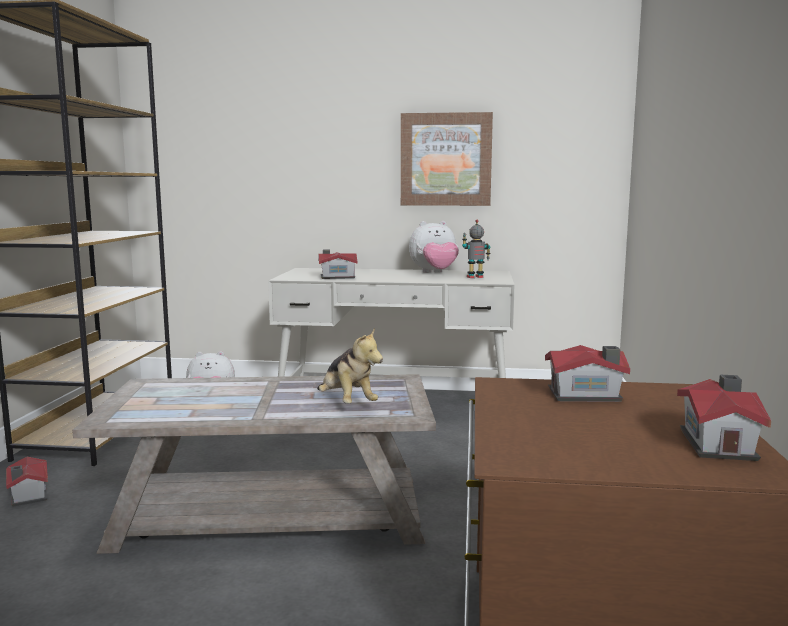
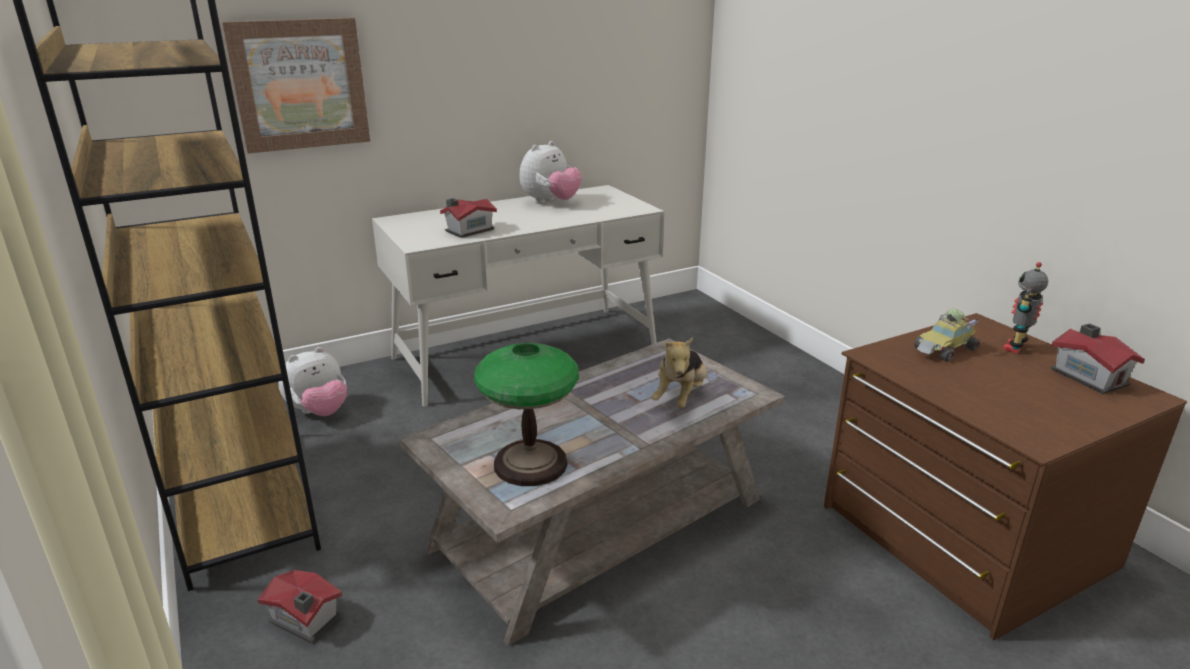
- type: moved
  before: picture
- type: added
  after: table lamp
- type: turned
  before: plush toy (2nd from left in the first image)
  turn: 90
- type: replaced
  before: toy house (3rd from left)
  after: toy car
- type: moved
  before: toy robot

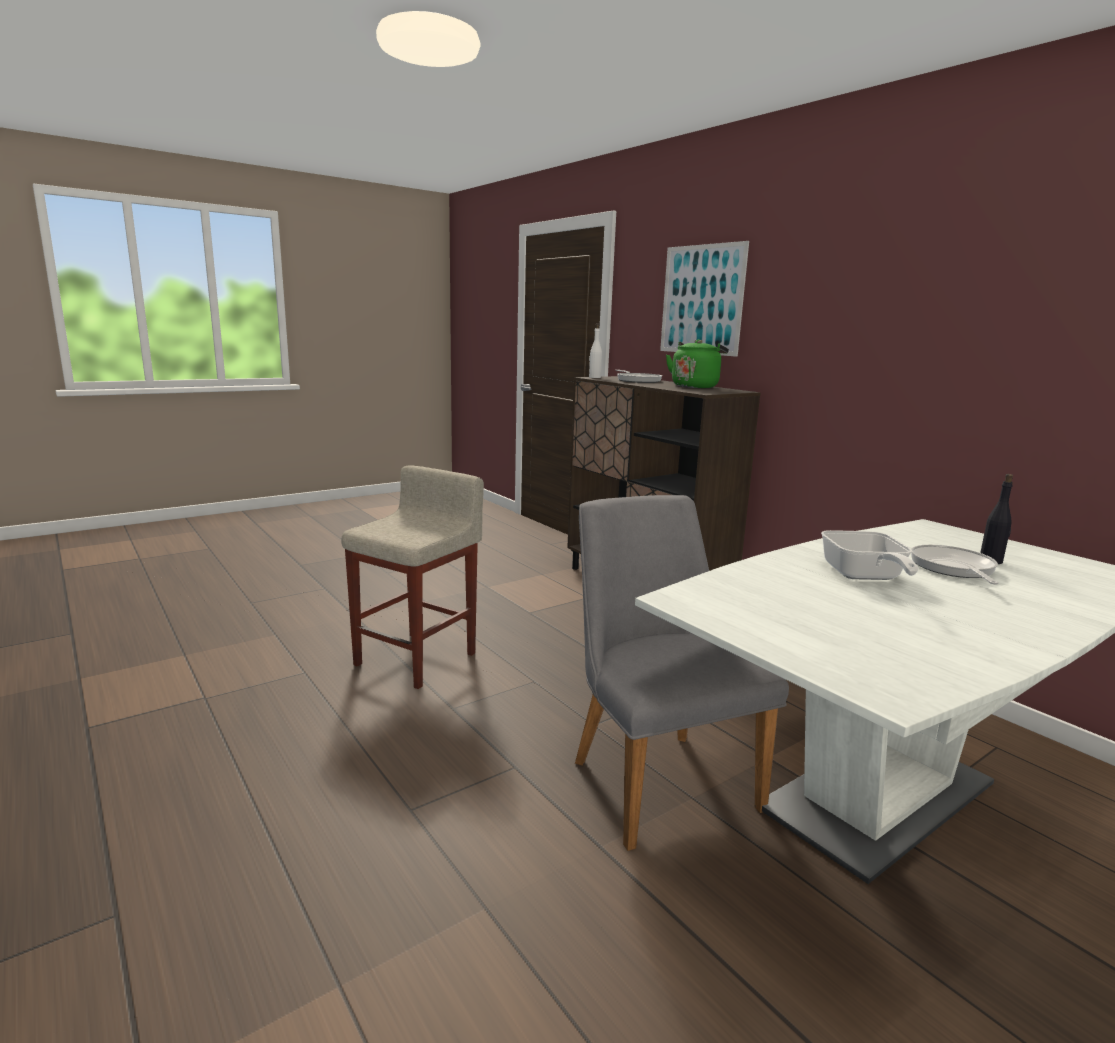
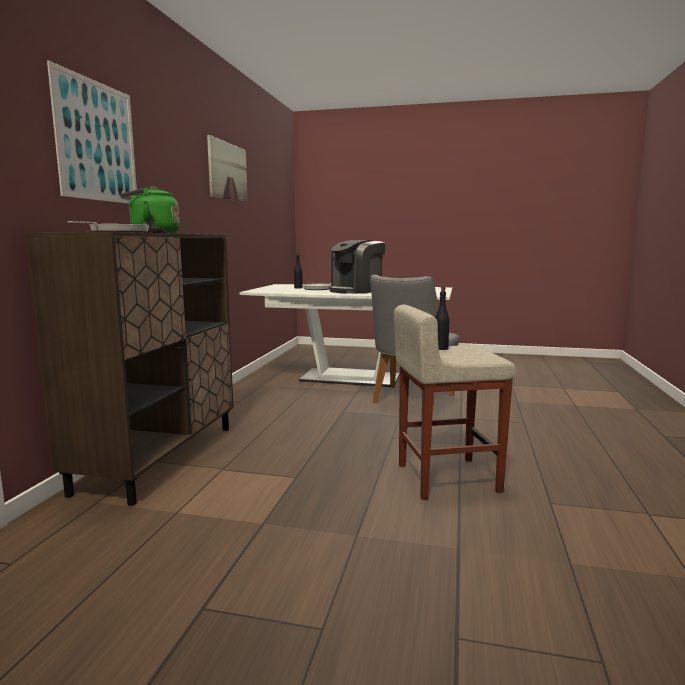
- type: added
  after: picture (2nd from left)
- type: replaced
  before: frying pan (2nd from left)
  after: coffee machine
- type: added
  after: black bottle (2nd from left)
- type: removed
  before: white bottle

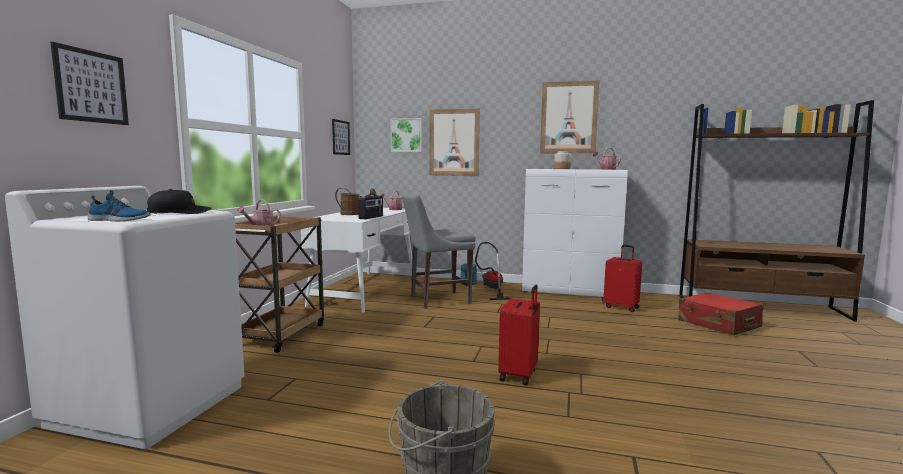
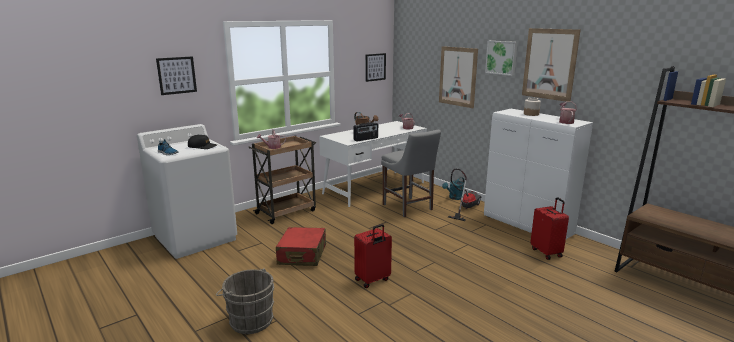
- type: moved
  before: red suitcase (3rd from left in the first image)
  after: red suitcase (1st from left)
- type: turned
  before: grey chair
  turn: -135
- type: moved
  before: picture (3rd from left in the first image)
  after: picture (4th from left)

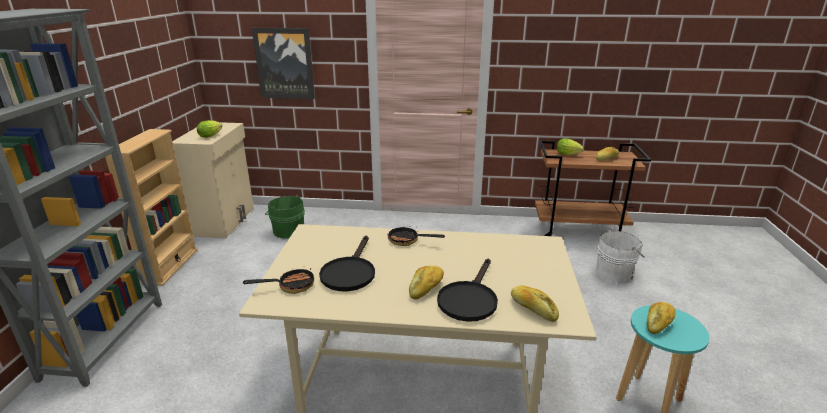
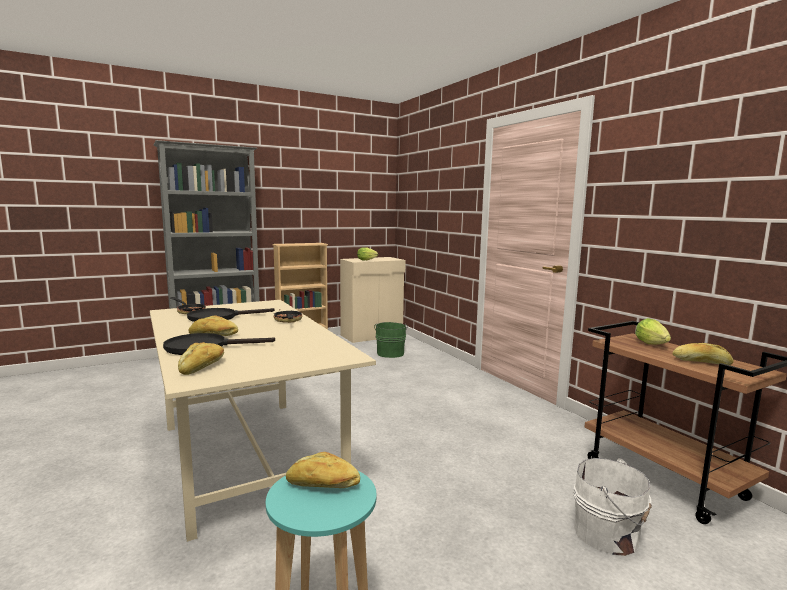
- type: removed
  before: picture

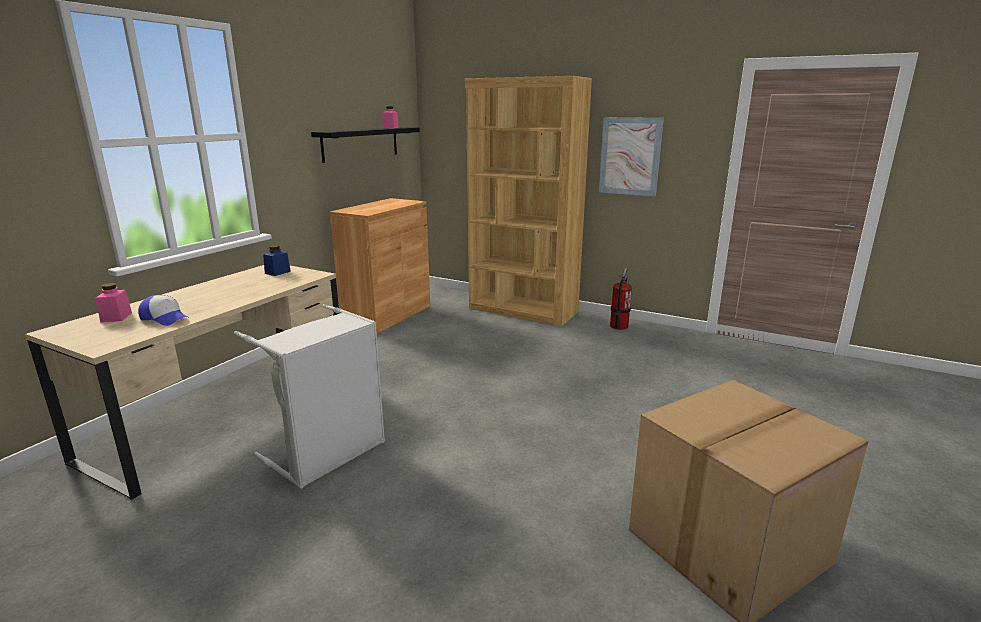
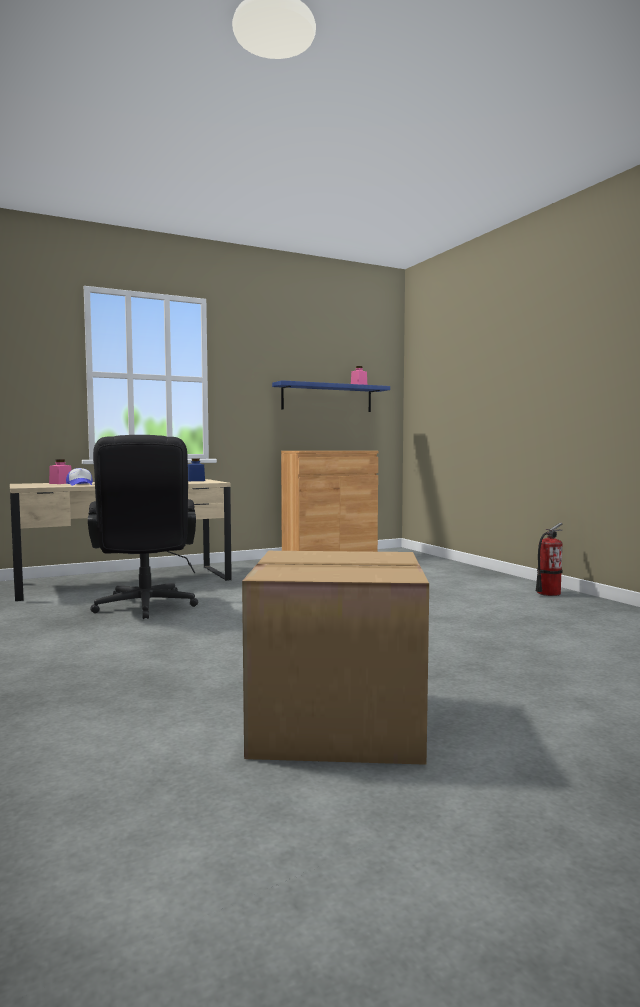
- type: replaced
  before: grey laundry basket
  after: black office chair
- type: recoloured
  before: black shelf
  after: blue shelf
- type: removed
  before: brown bookcase
- type: removed
  before: picture

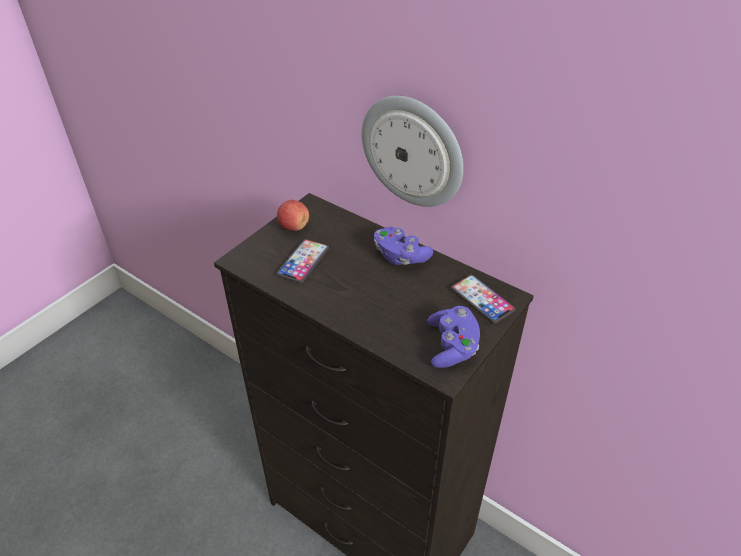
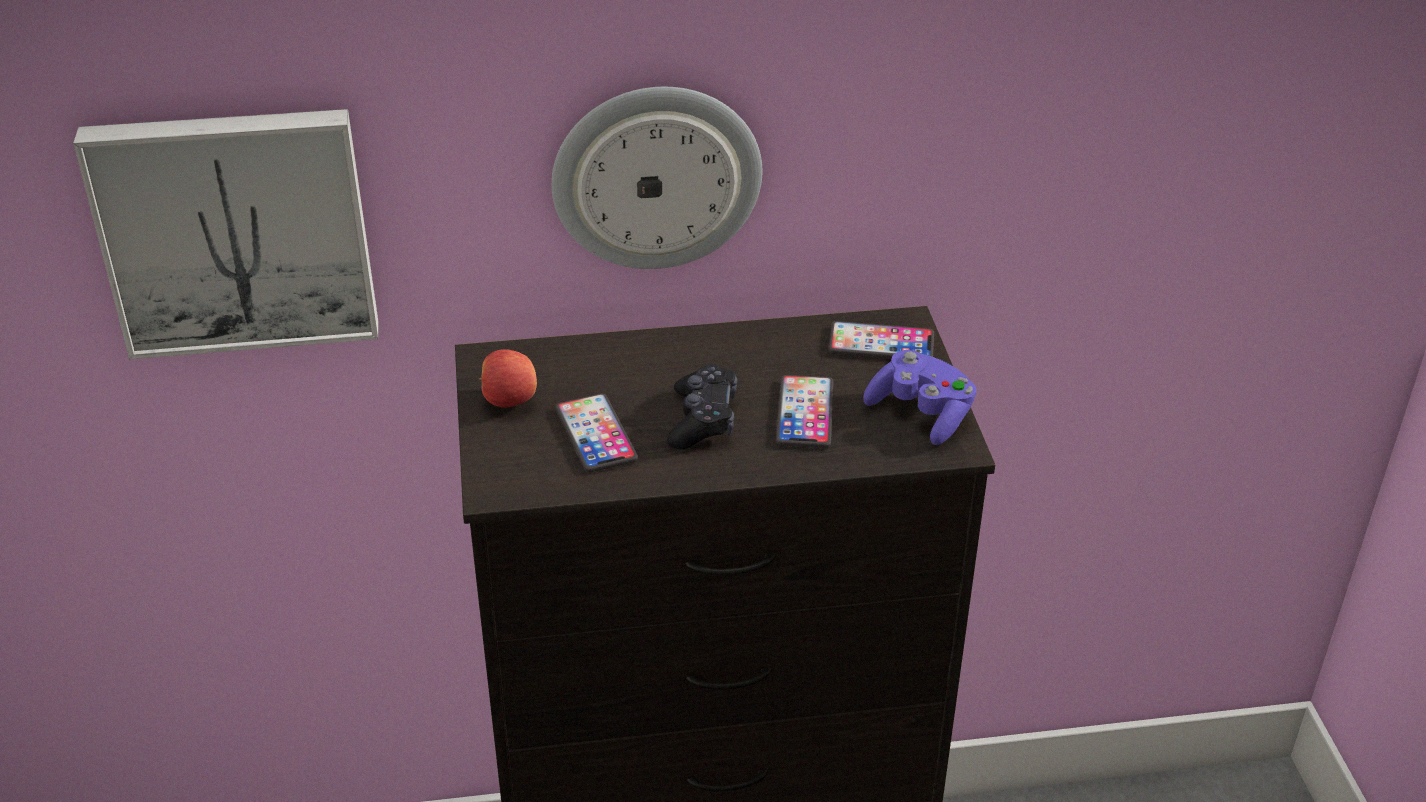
- type: added
  after: picture
- type: added
  after: black game controller
- type: added
  after: phone (2nd from left)
- type: removed
  before: purple game controller (1st from left)

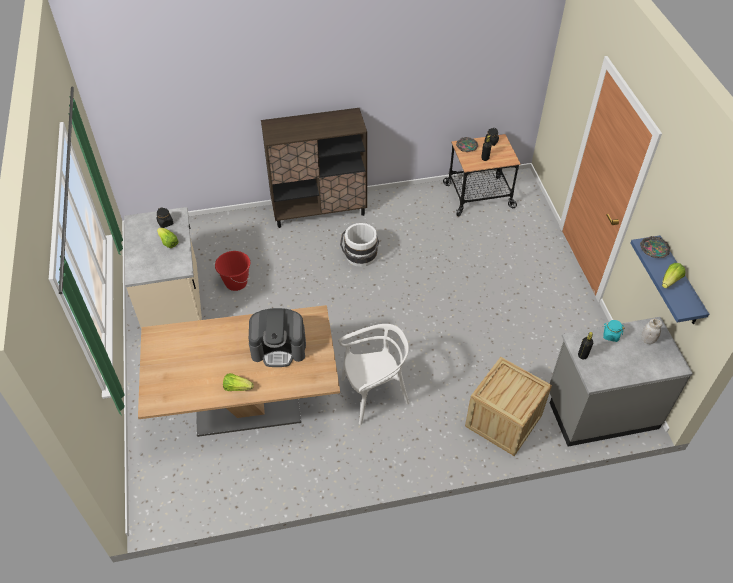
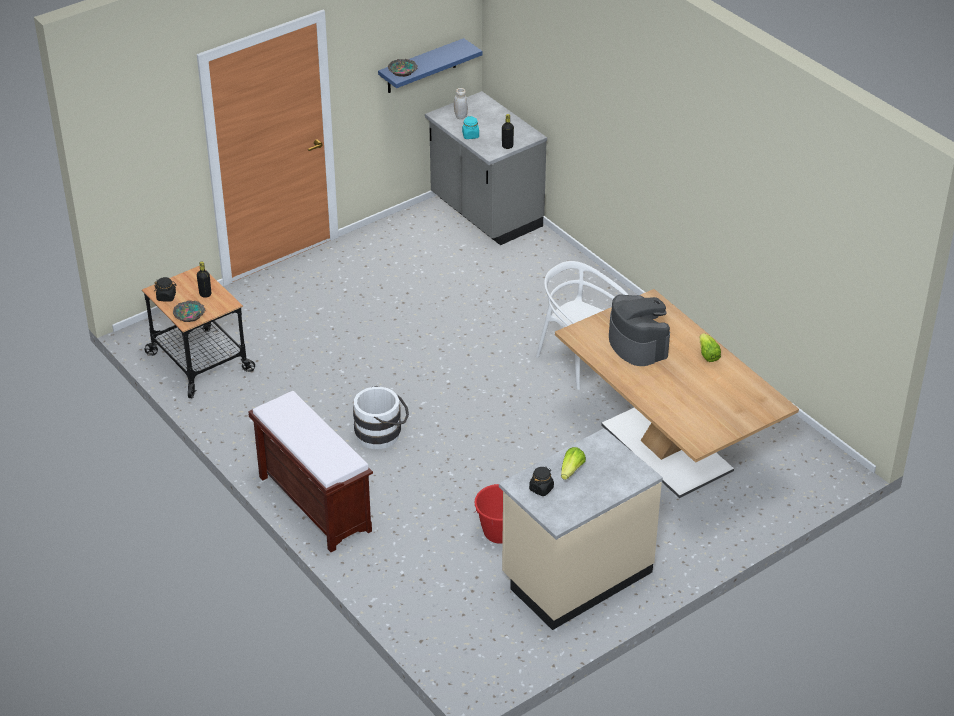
- type: replaced
  before: brown cabinet
  after: brown bench
- type: removed
  before: crate
- type: removed
  before: lettuce (3rd from left)

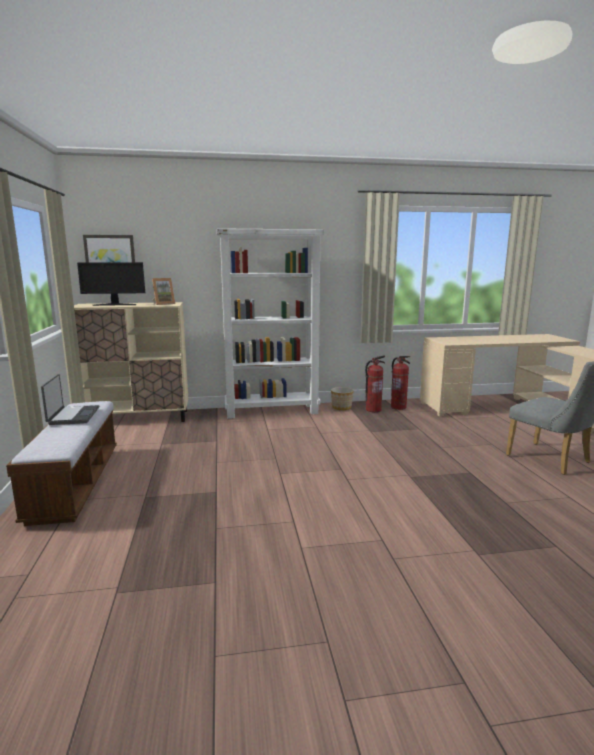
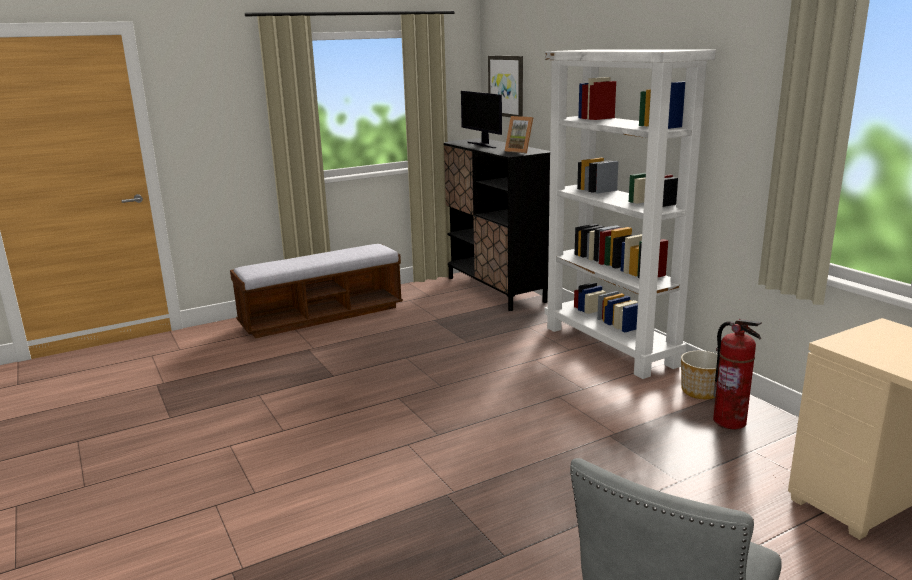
- type: recoloured
  before: beige cabinet
  after: black cabinet
- type: removed
  before: laptop
- type: removed
  before: fire extinguisher (2nd from left)

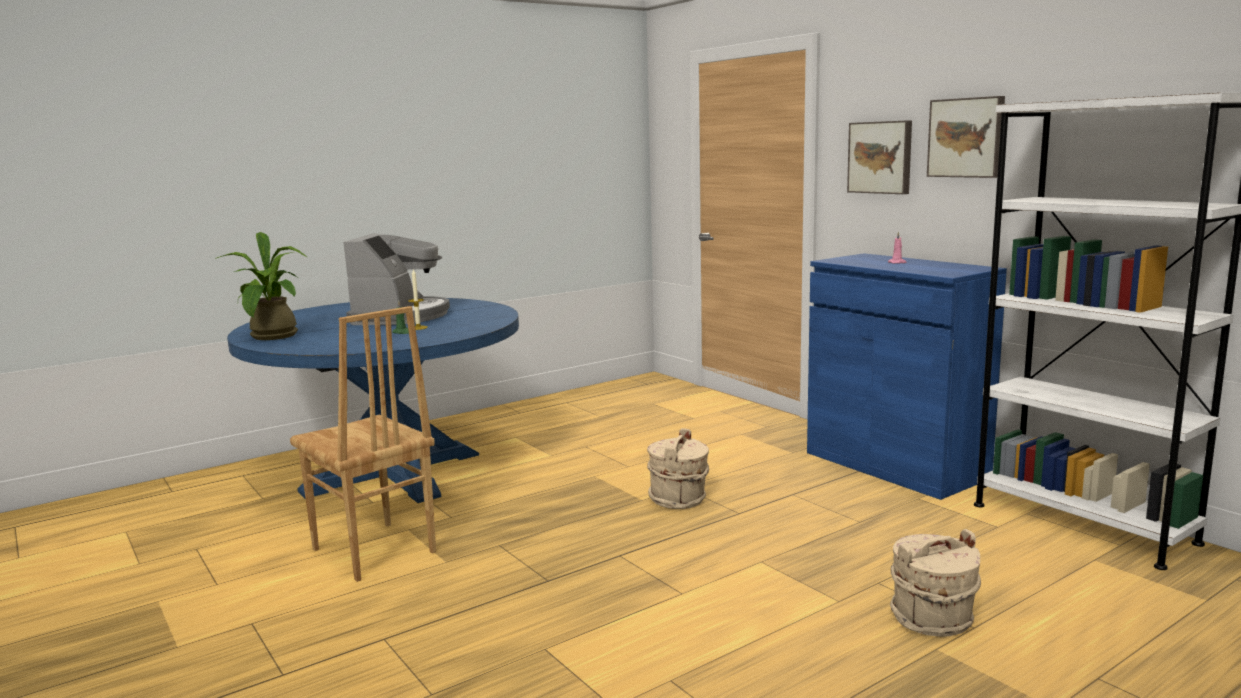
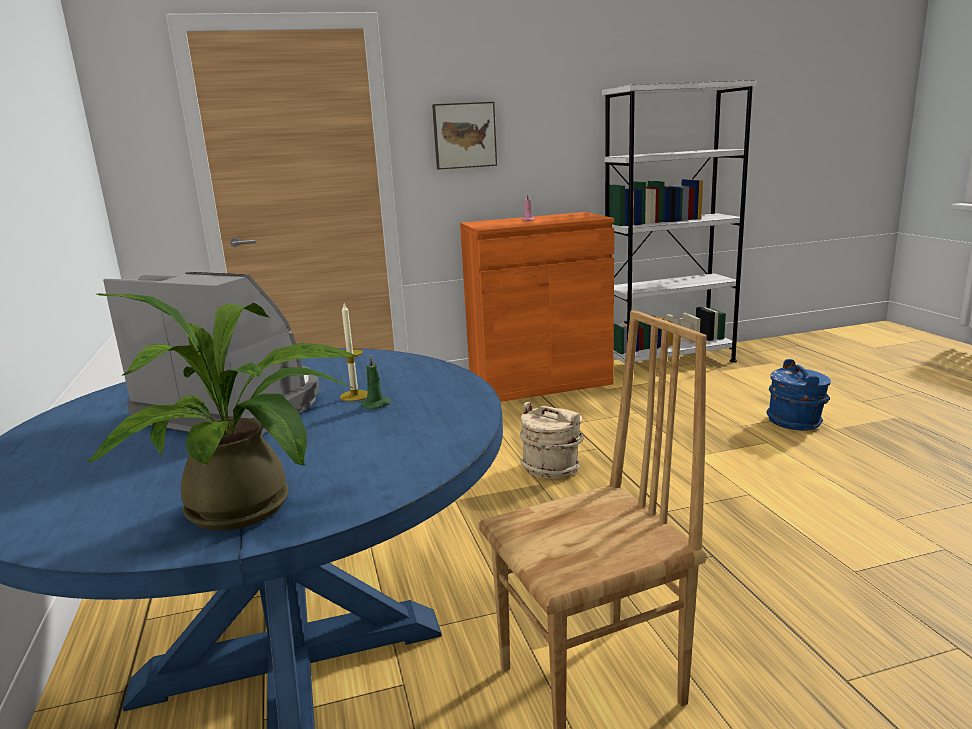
- type: recoloured
  before: blue cabinet
  after: orange cabinet
- type: recoloured
  before: beige bucket (2nd from left)
  after: blue bucket
- type: removed
  before: picture (2nd from left)

